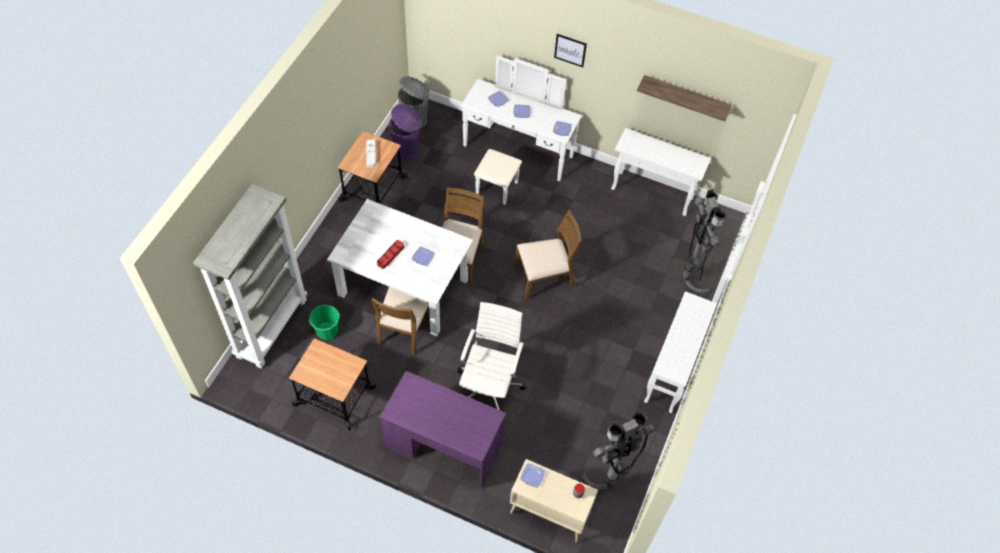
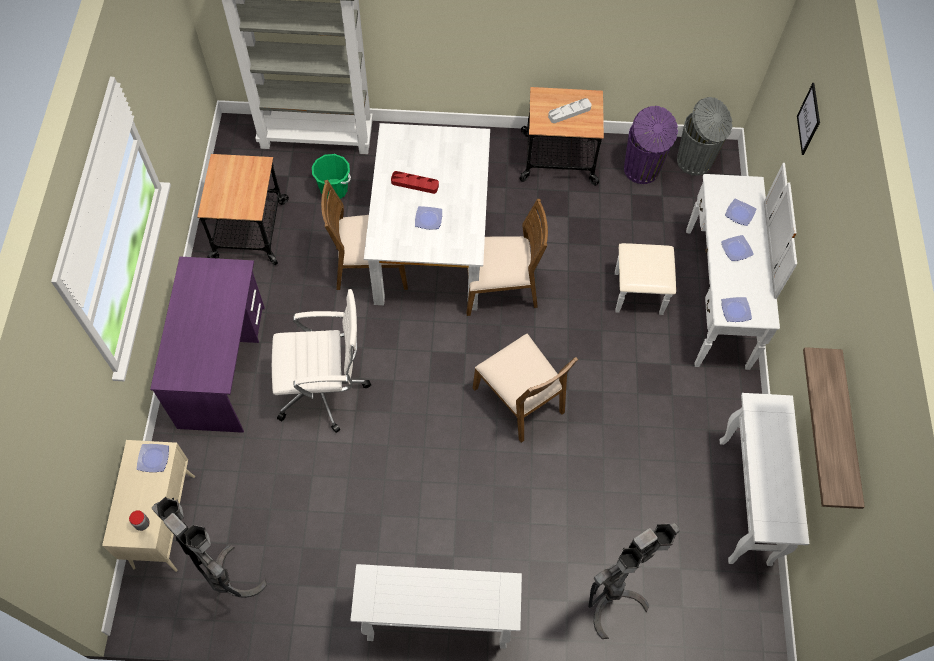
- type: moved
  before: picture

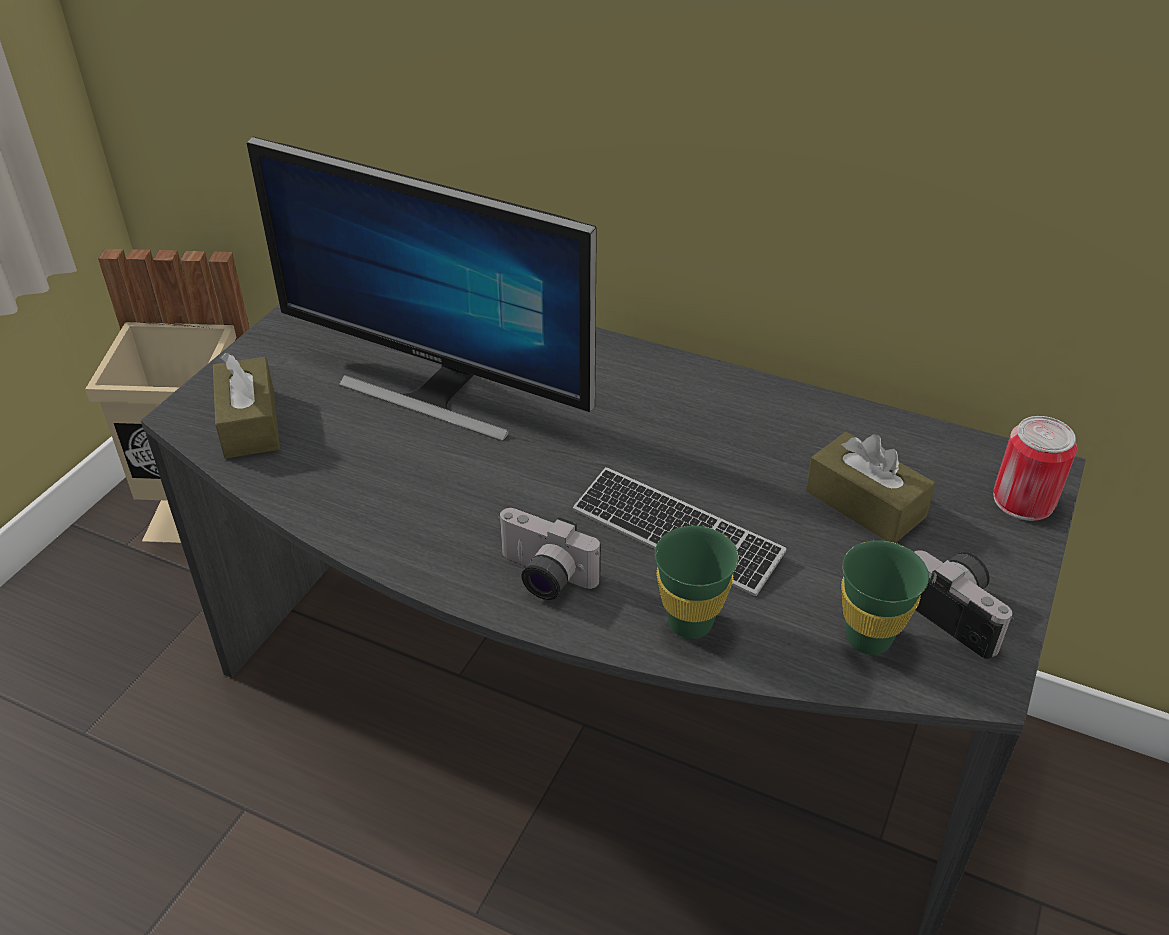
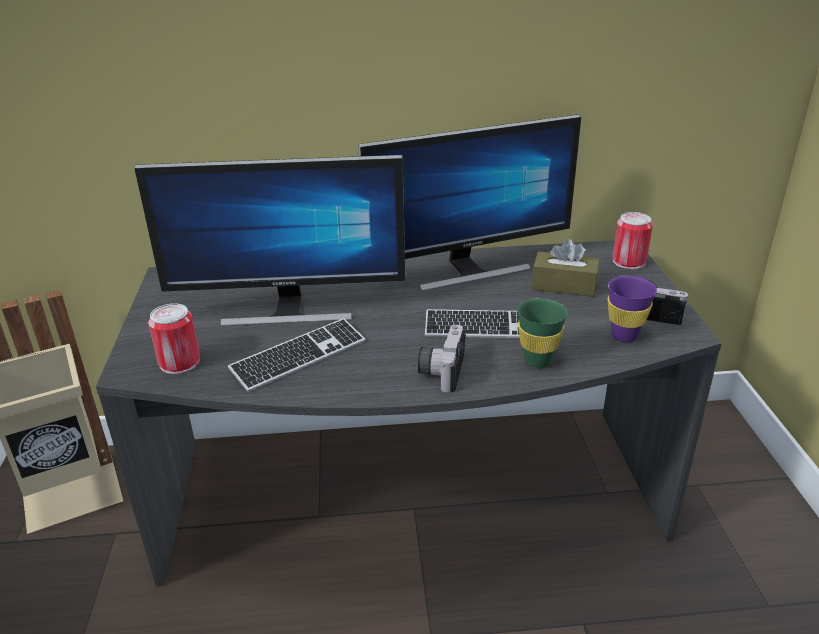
- type: replaced
  before: brown tissue box (1st from left)
  after: can (1st from left)
- type: added
  after: keyboard (1st from left)
- type: added
  after: monitor (2nd from left)
- type: turned
  before: photo camera (1st from left)
  turn: 105
- type: recoloured
  before: green cup (2nd from left)
  after: purple cup

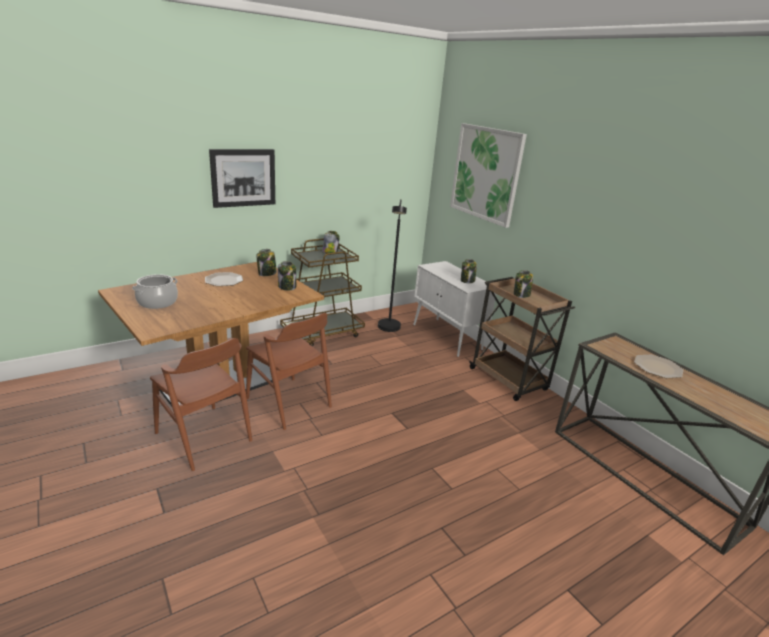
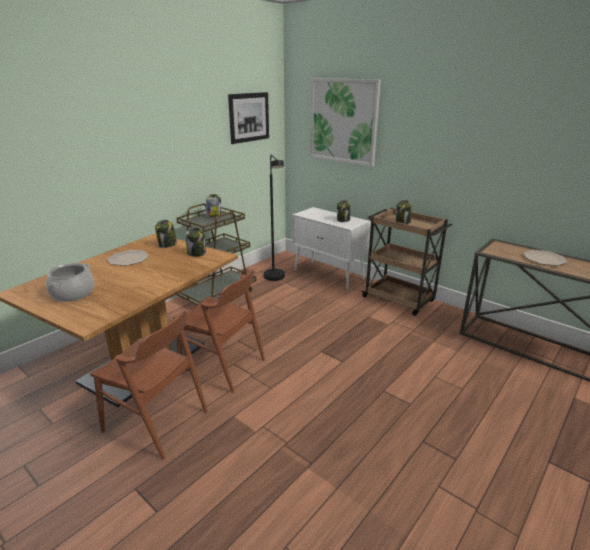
- type: moved
  before: picture (1st from left)

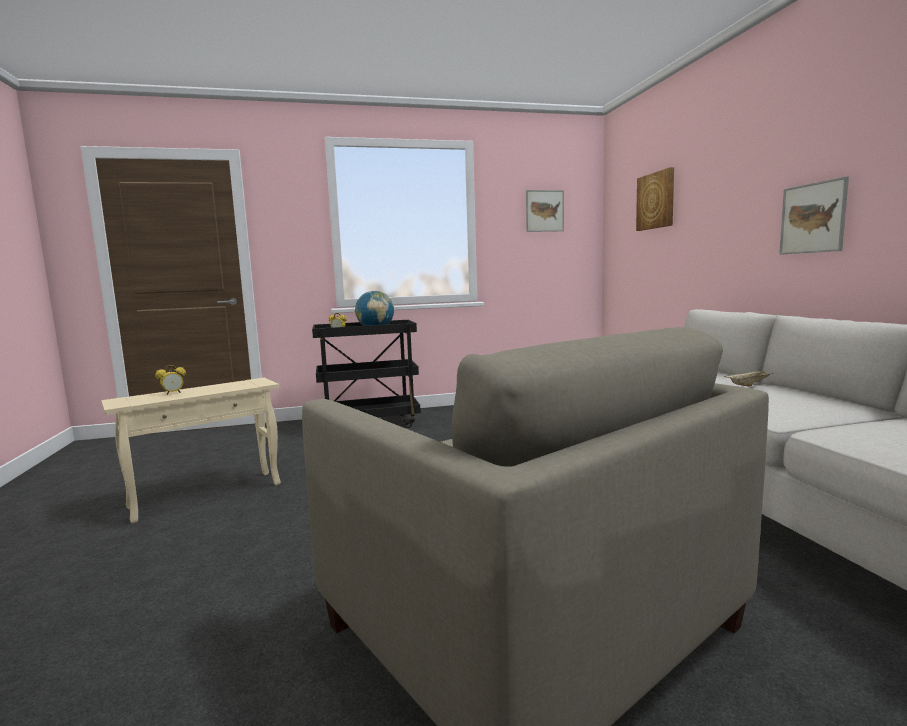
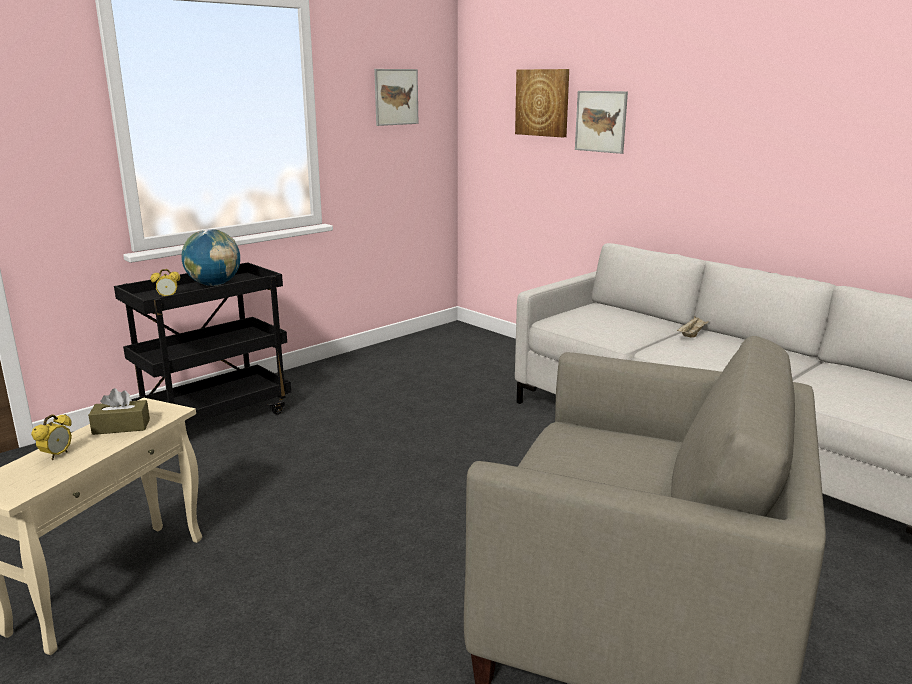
- type: added
  after: brown tissue box
- type: moved
  before: picture (3rd from left)

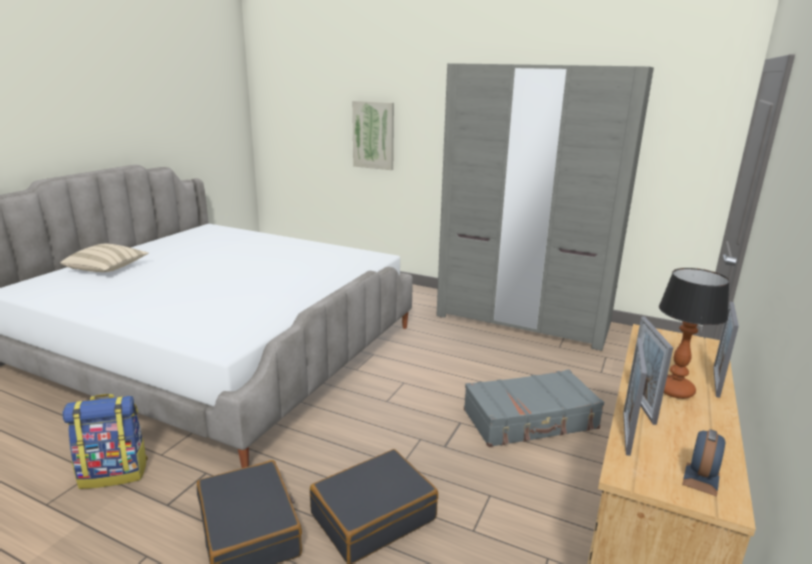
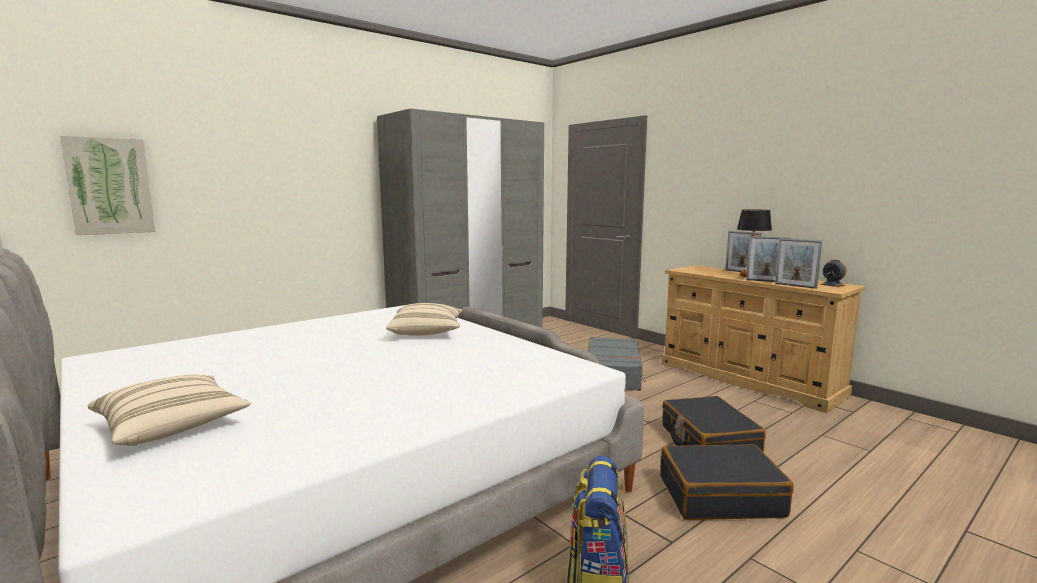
- type: moved
  before: picture
- type: added
  after: beige pillow (2nd from left)

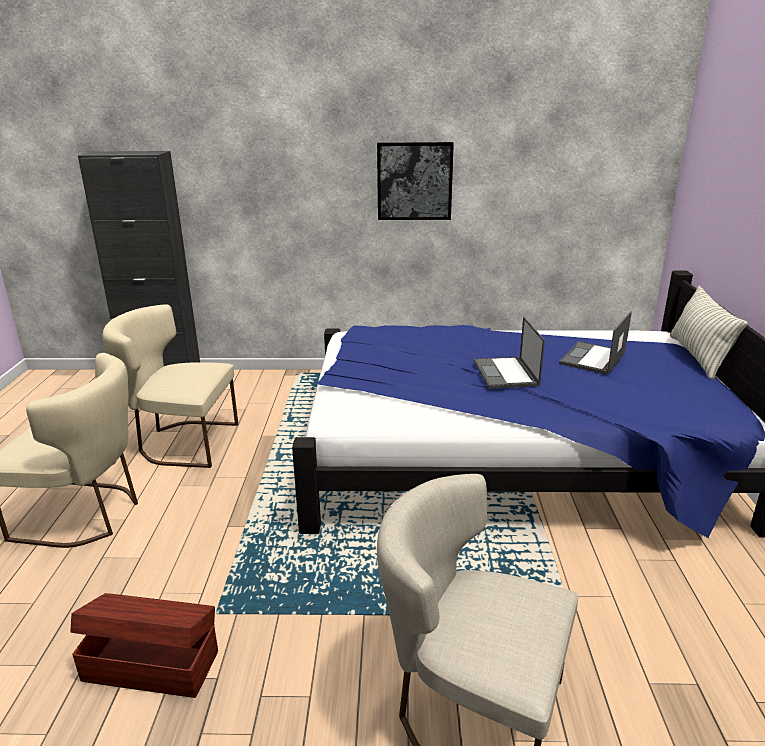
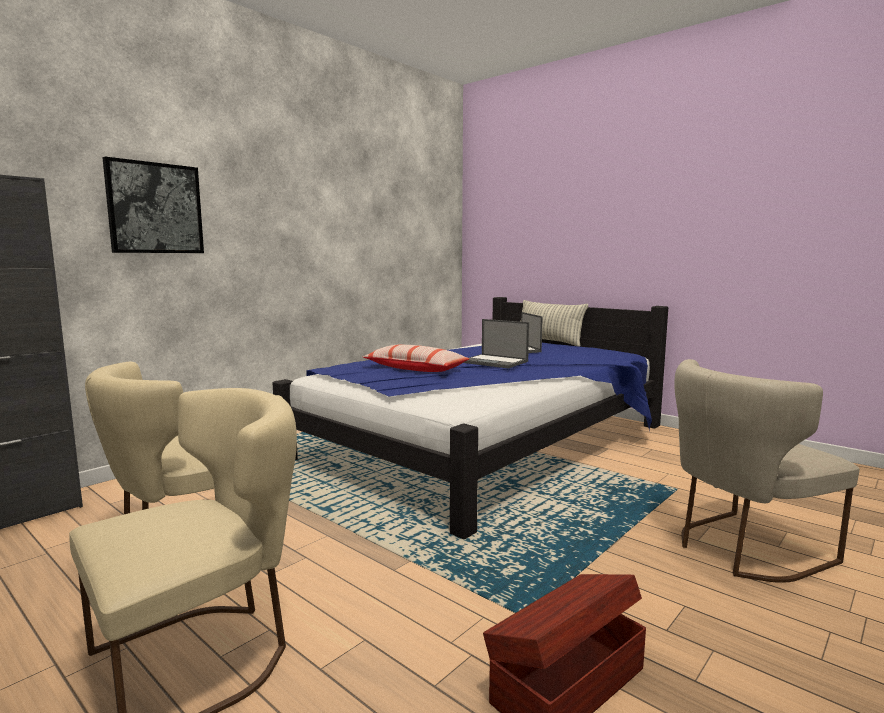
- type: moved
  before: picture
- type: added
  after: pillow (1st from left)

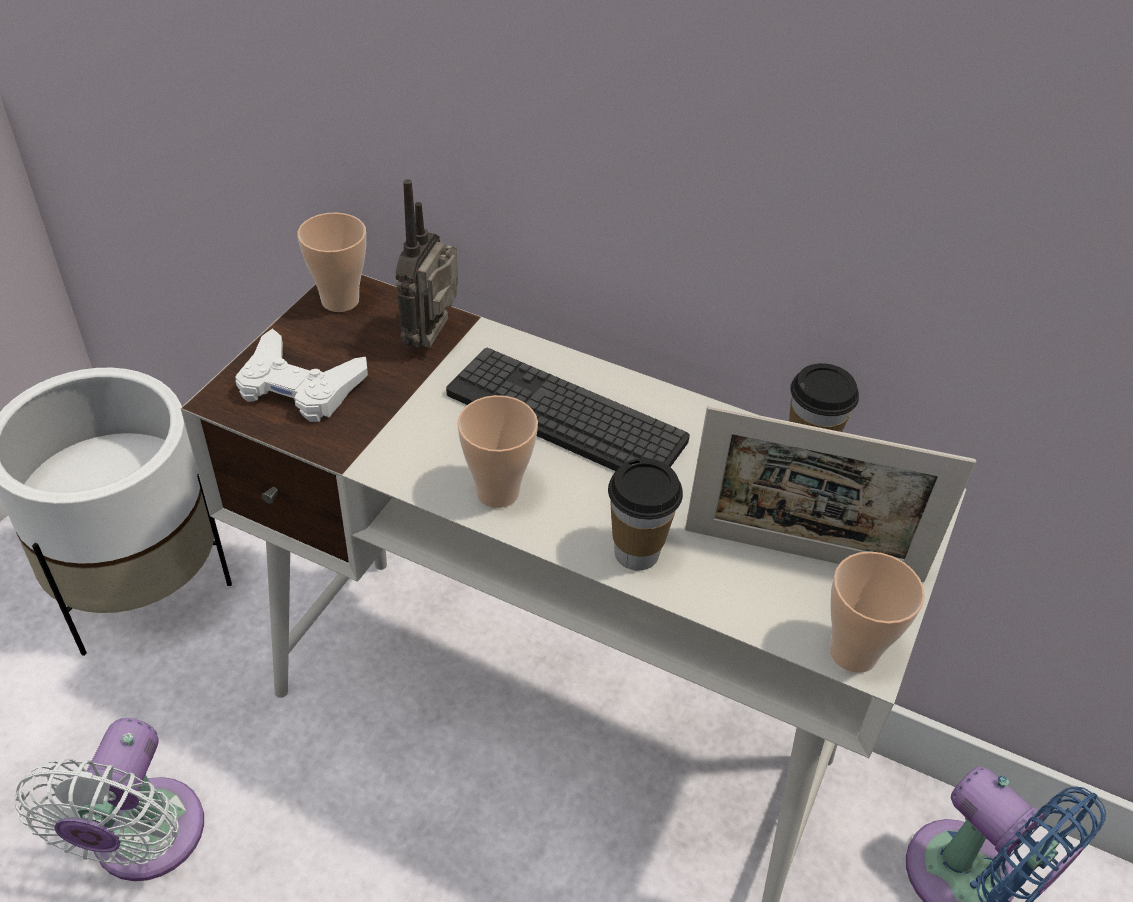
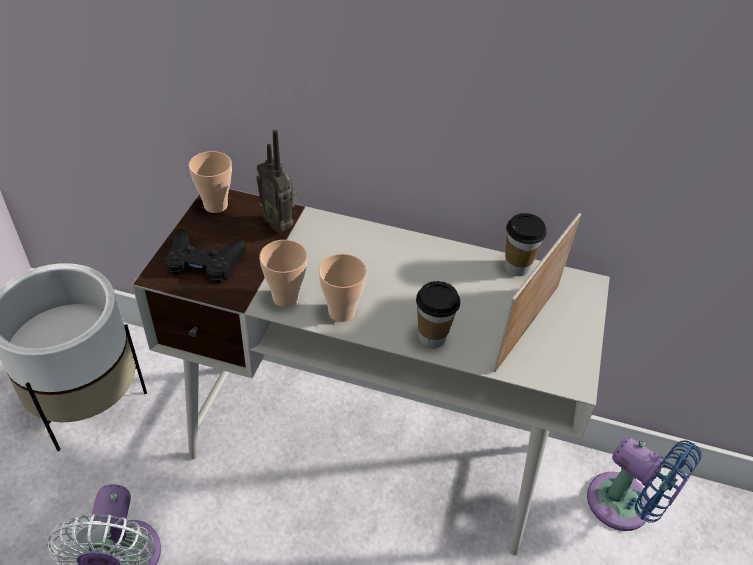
- type: recoloured
  before: white game controller
  after: black game controller
- type: turned
  before: radio
  turn: -45
- type: moved
  before: cup (5th from left in the first image)
  after: cup (2nd from left)
- type: turned
  before: picture frame
  turn: 120
- type: removed
  before: keyboard

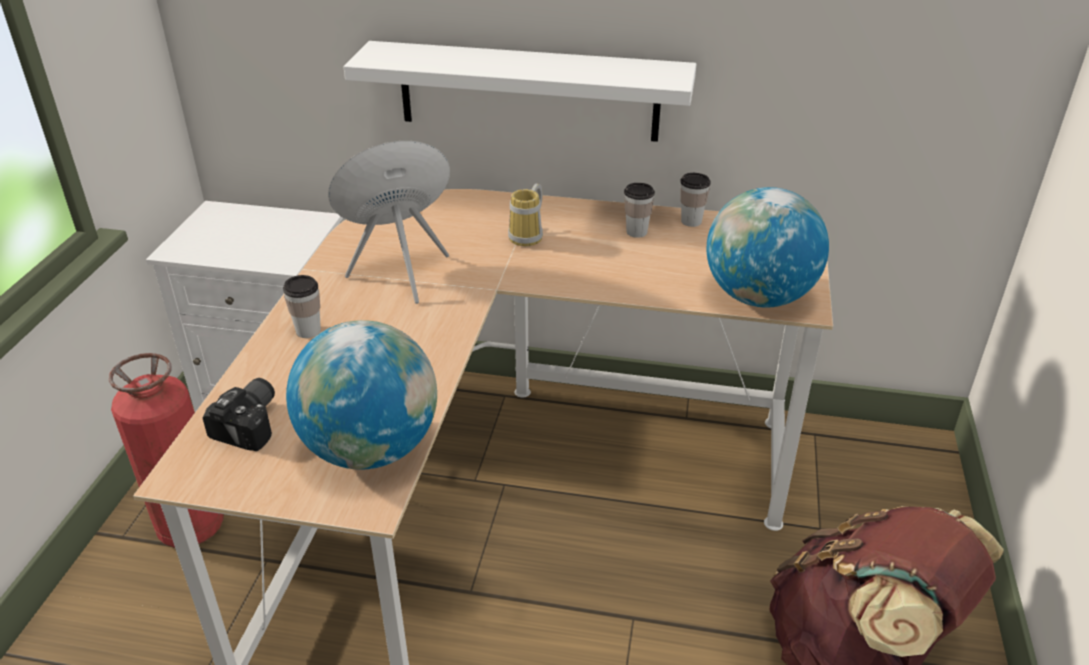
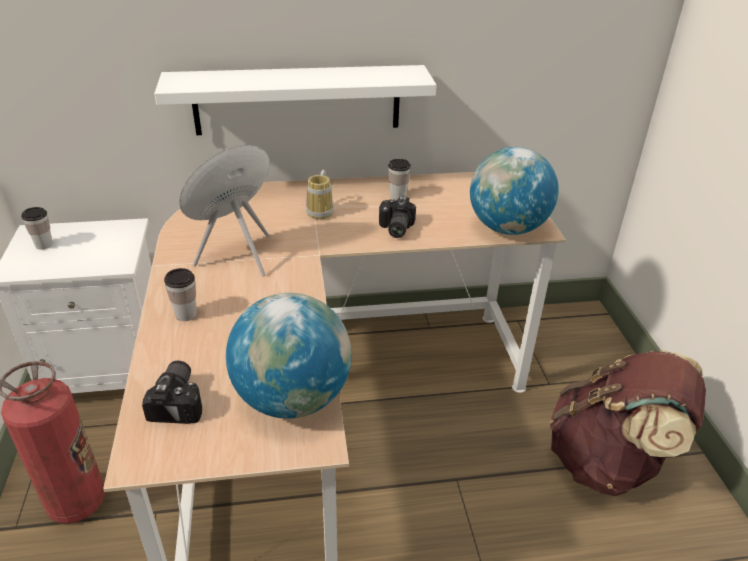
- type: moved
  before: cup (3rd from left in the first image)
  after: cup (1st from left)
- type: added
  after: photo camera (2nd from left)

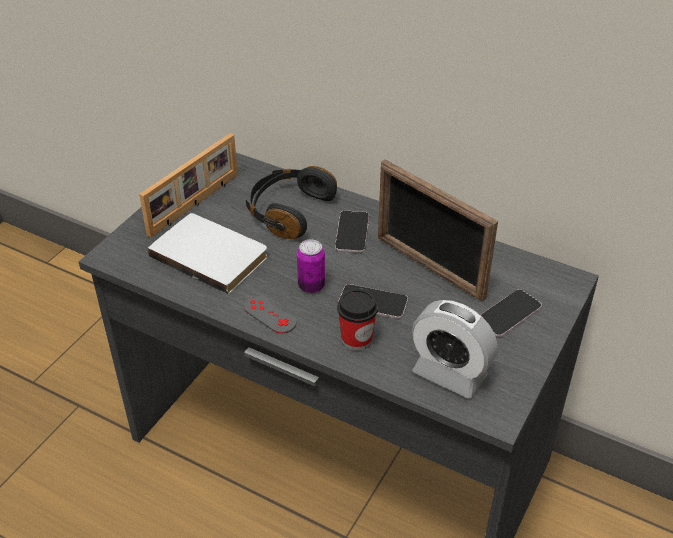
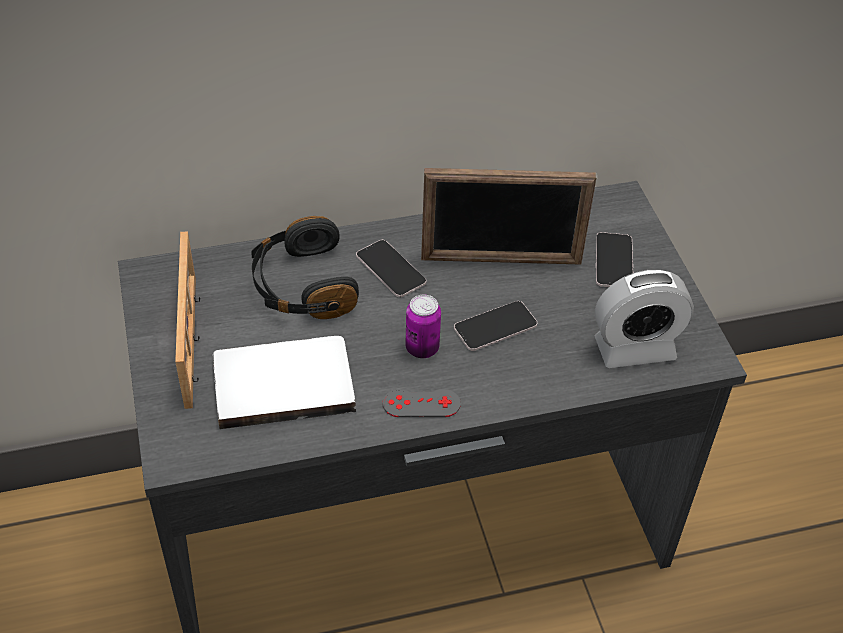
- type: removed
  before: cup

